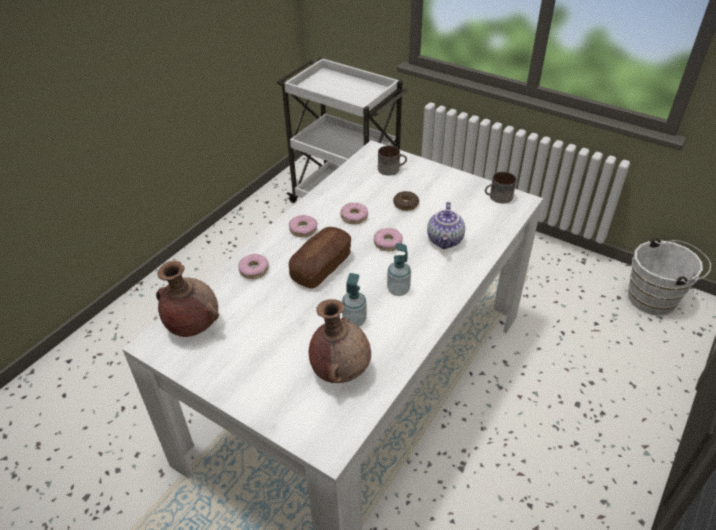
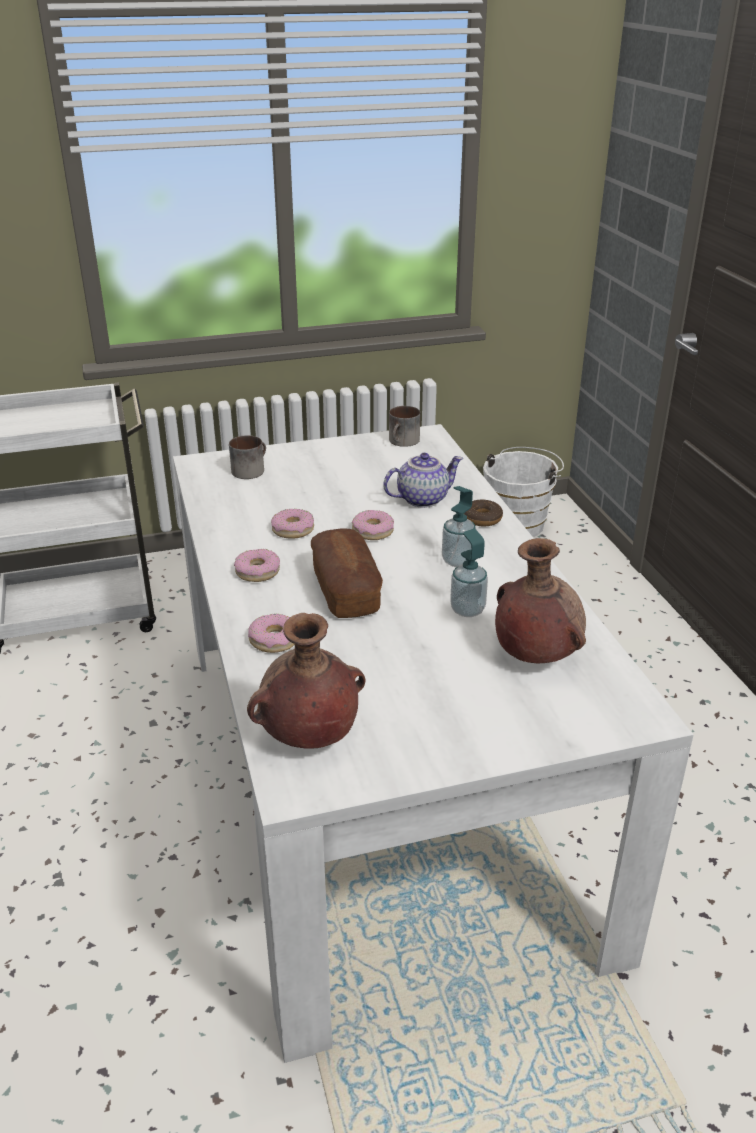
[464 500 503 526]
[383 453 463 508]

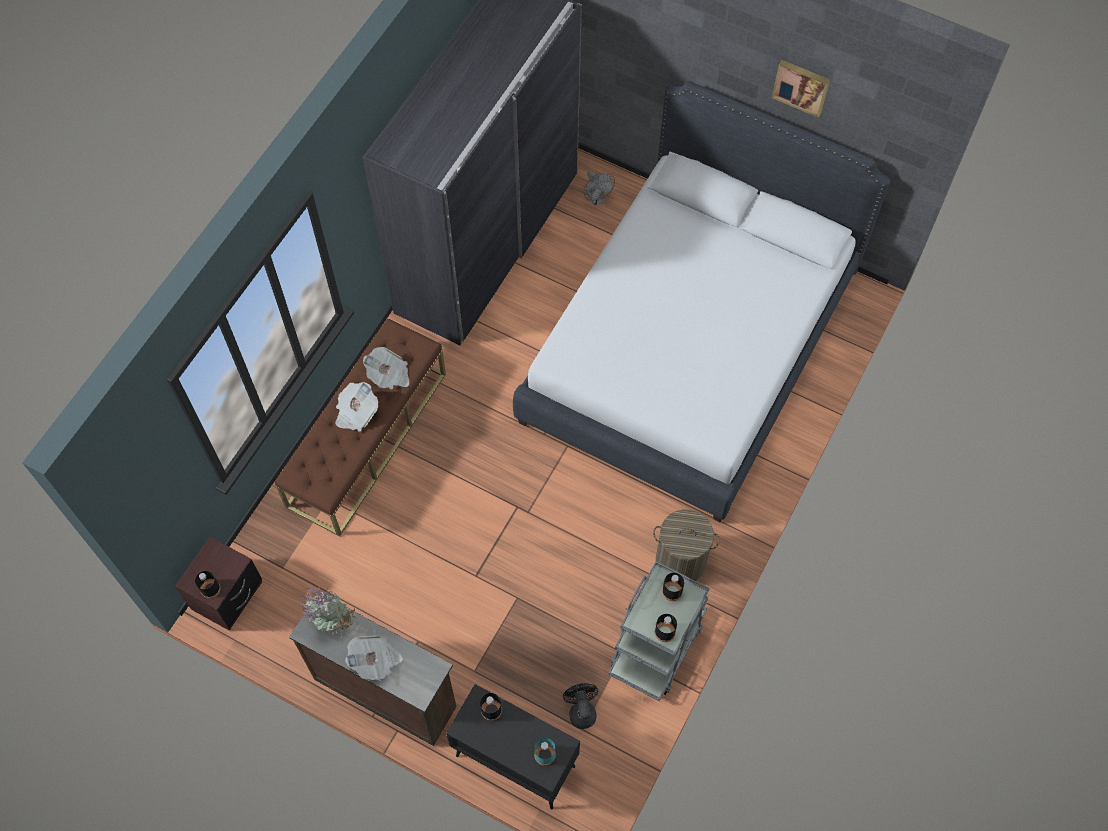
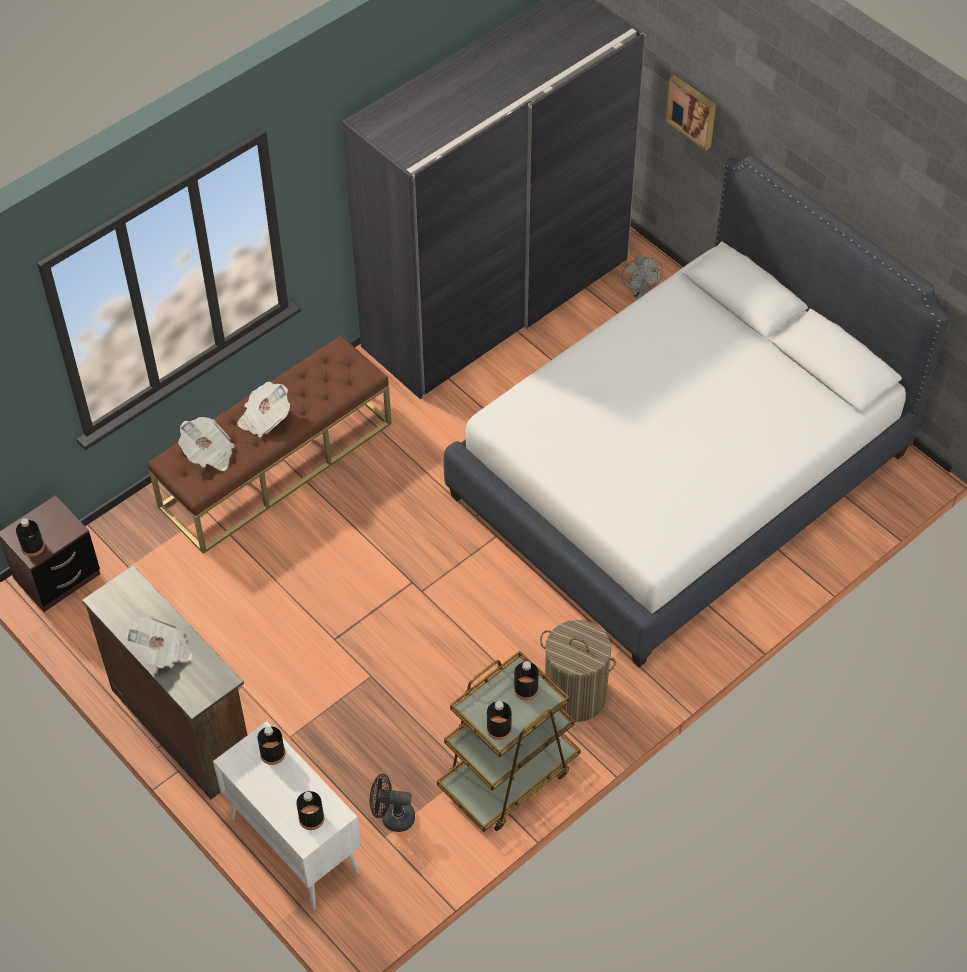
[300 587 356 637] (first image)
[178 417 234 471]
[213 721 361 910]
[296 791 324 830]
[370 774 415 832]
[437 651 581 832]
[666 75 716 150]

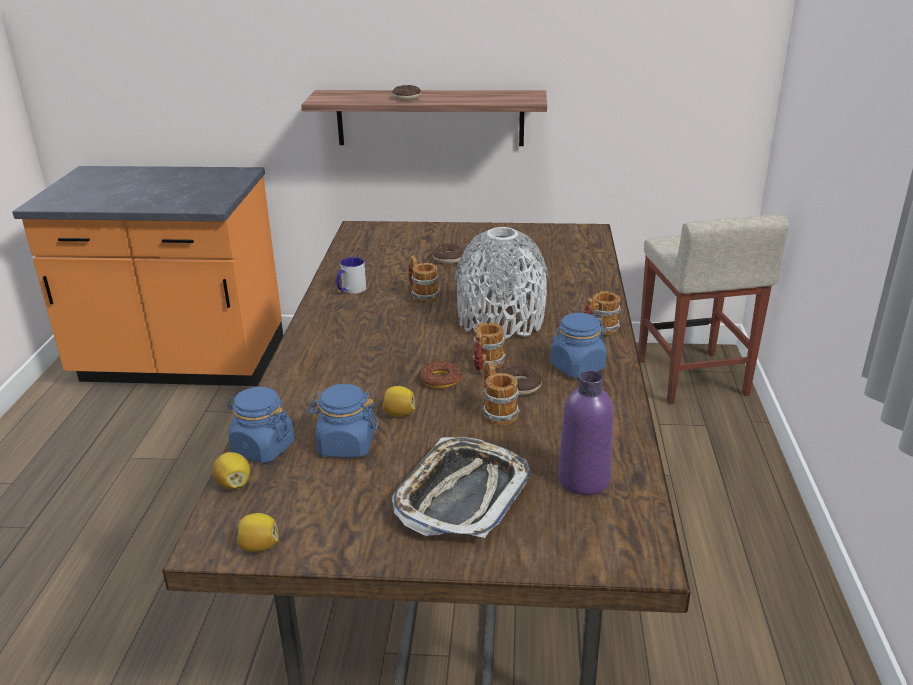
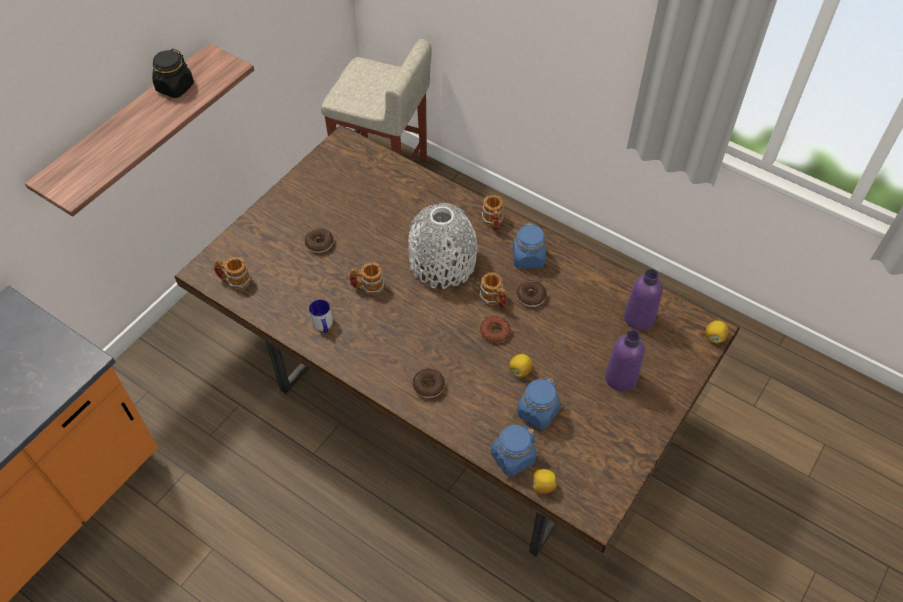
[706 320 729 343]
[413 369 445 398]
[605 330 645 391]
[214 257 251 290]
[152 49 194 98]

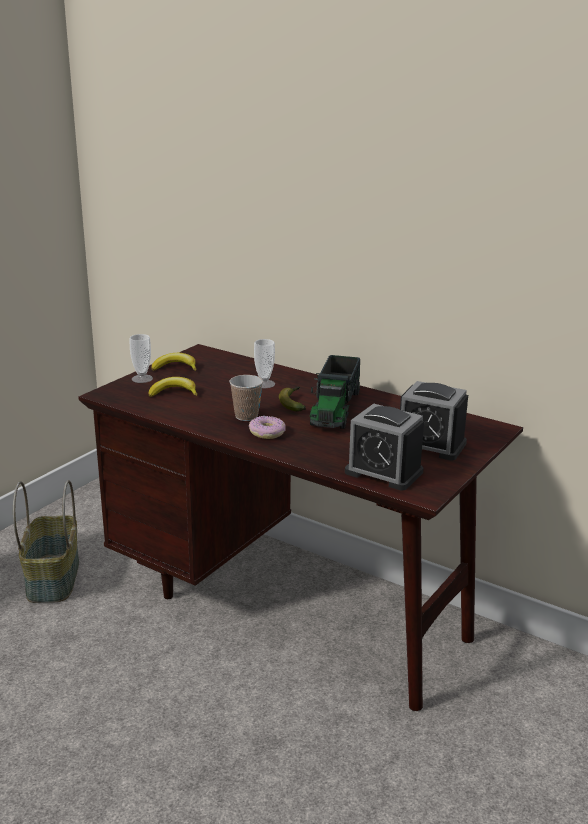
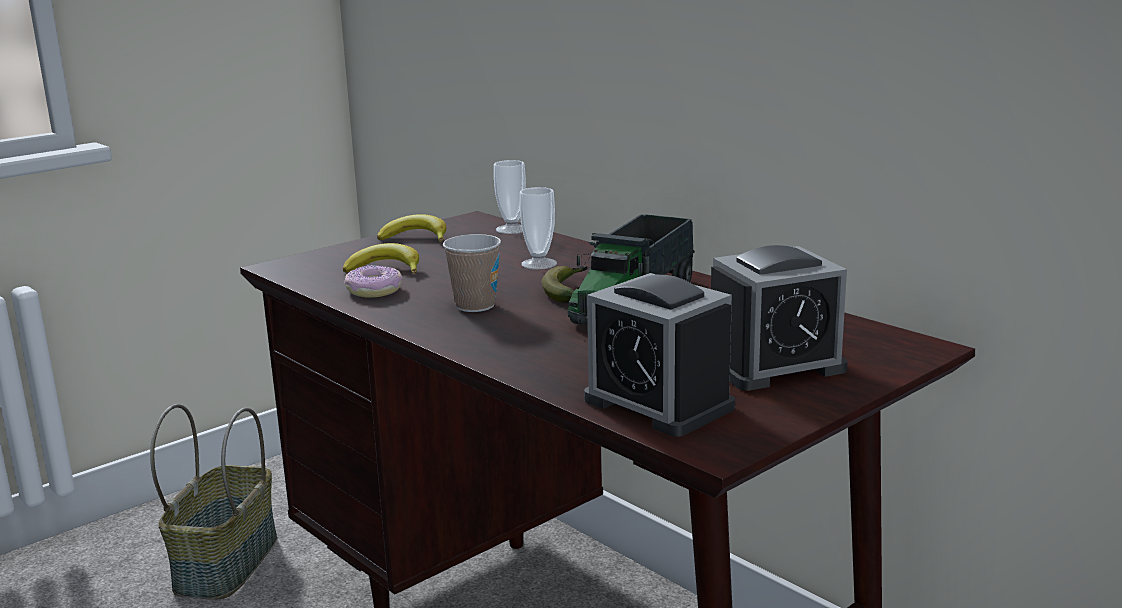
[494 160 526 234]
[344 265 403 298]
[711 245 848 391]

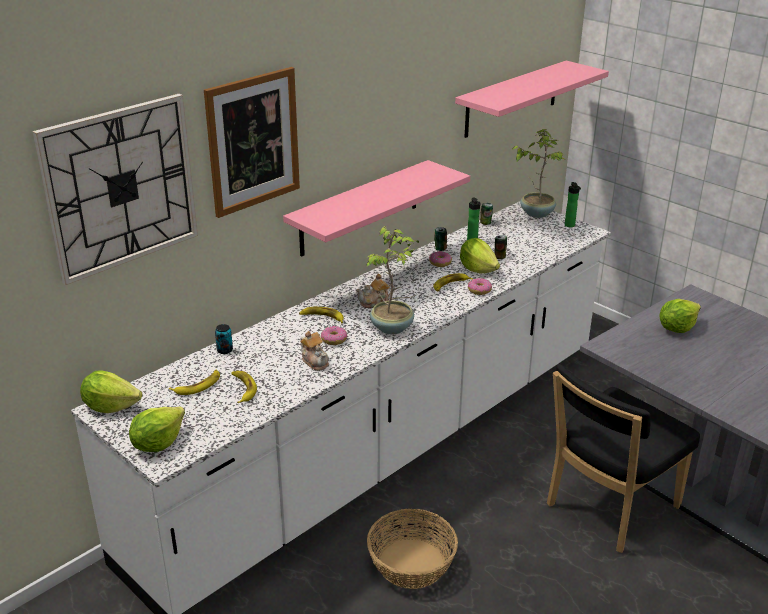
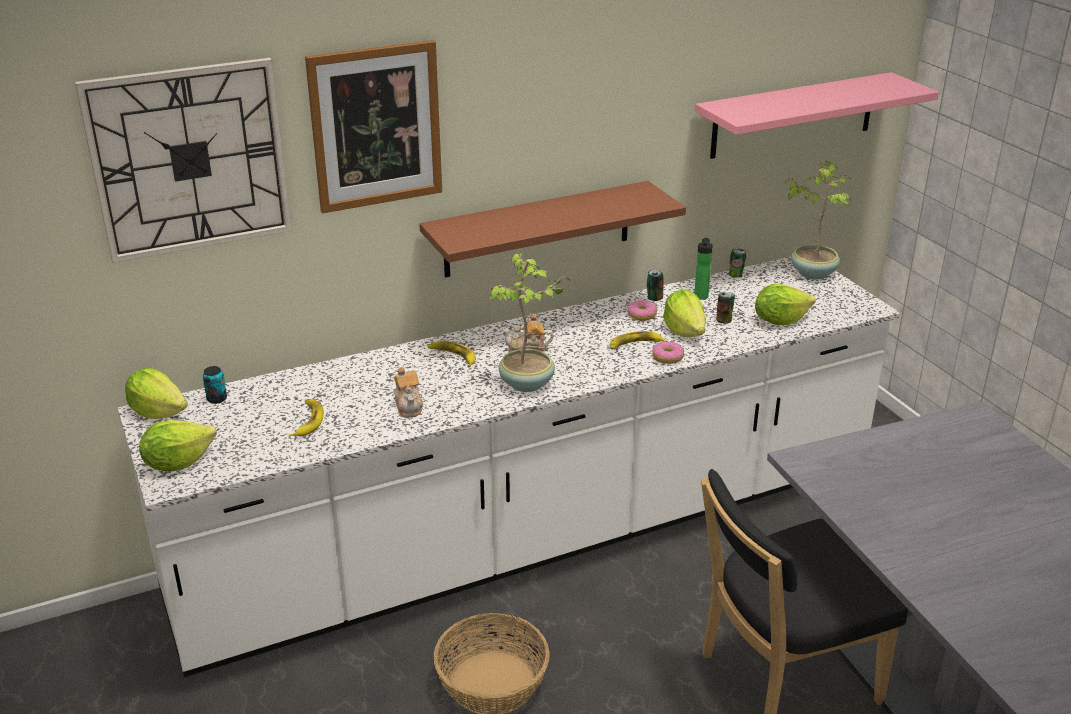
[169 370 220 395] (first image)
[203 366 227 404]
[419 181 686 278]
[321 326 347 345] (first image)
[565 182 581 227] (first image)
[755 284 815 325]

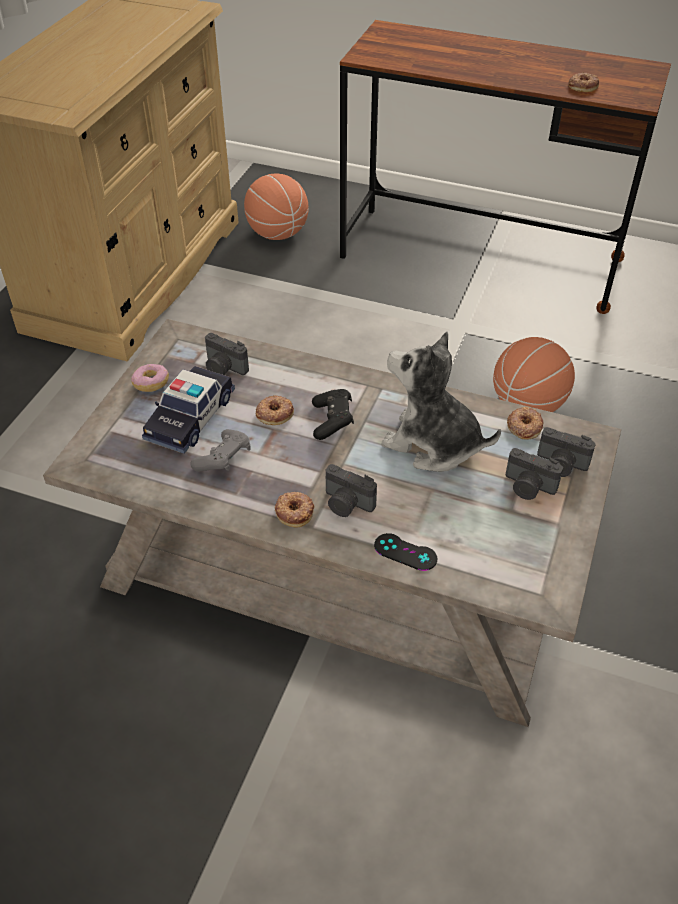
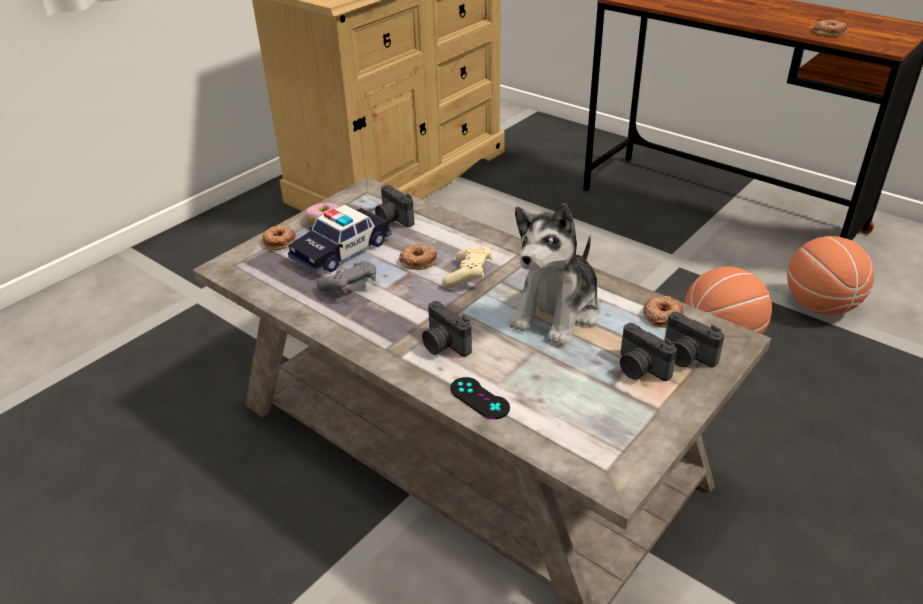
[787 236 874 315]
[262 226 296 250]
[442 246 493 288]
[509 203 601 346]

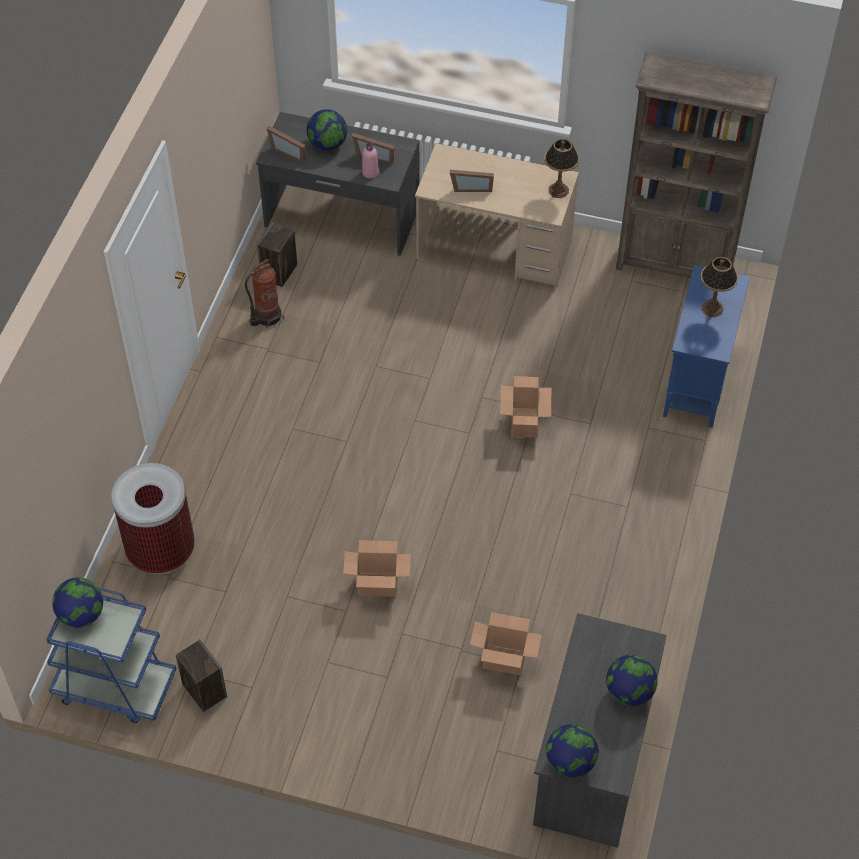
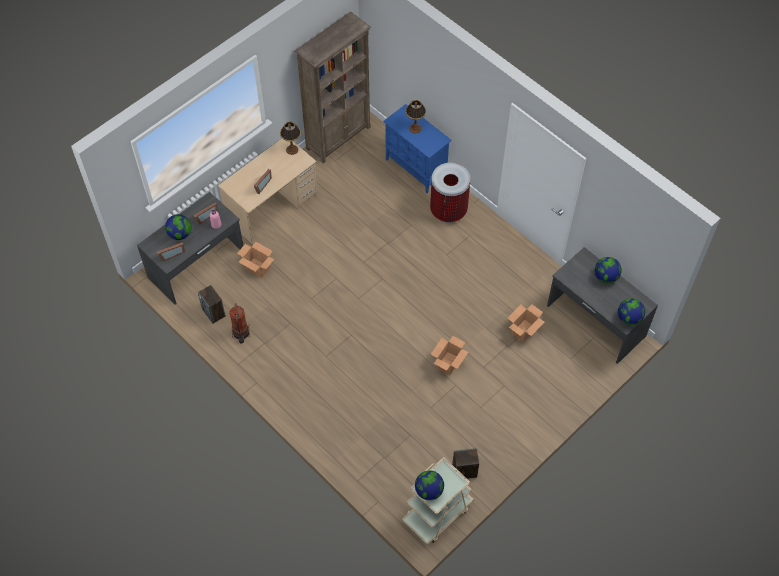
[402 457 474 545]
[430 163 470 223]
[237 242 274 278]

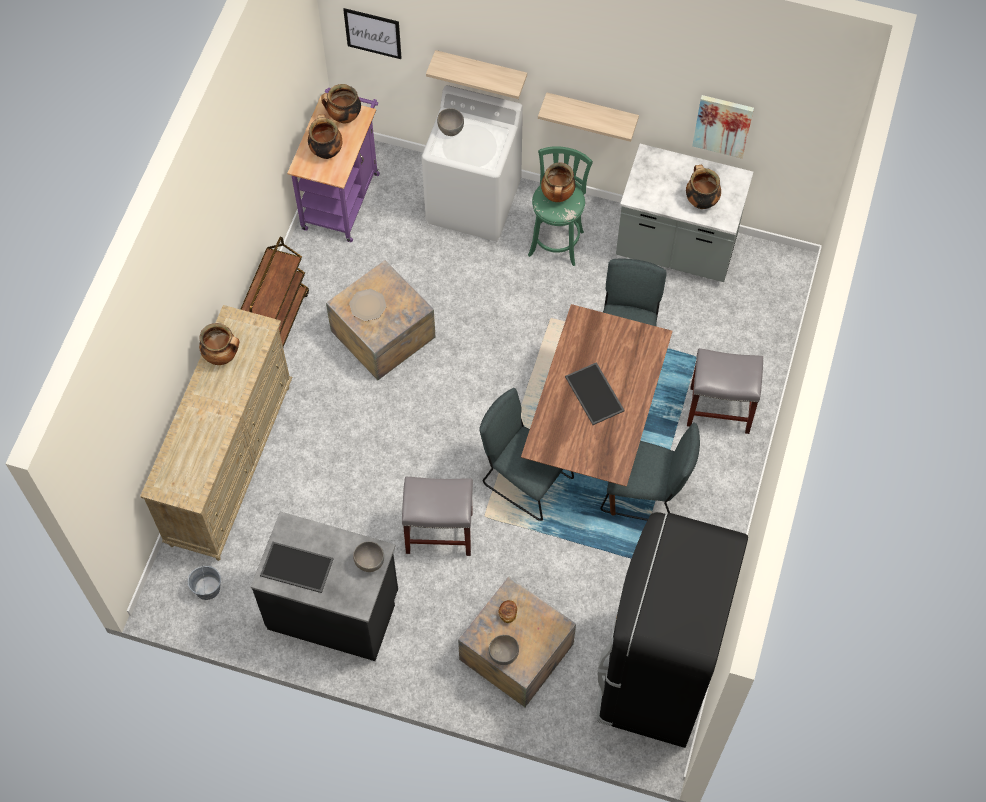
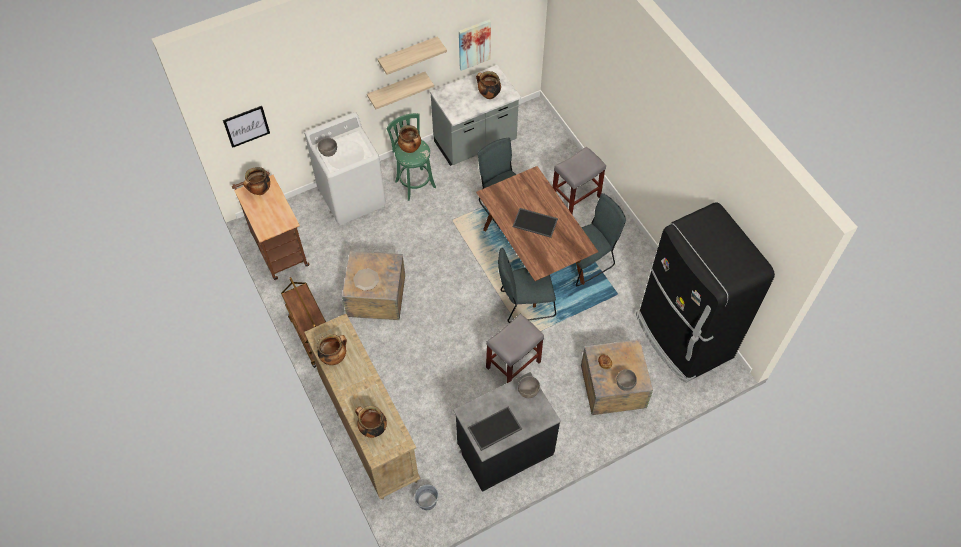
[232 171 310 280]
[355 406 387 438]
[378 36 447 75]

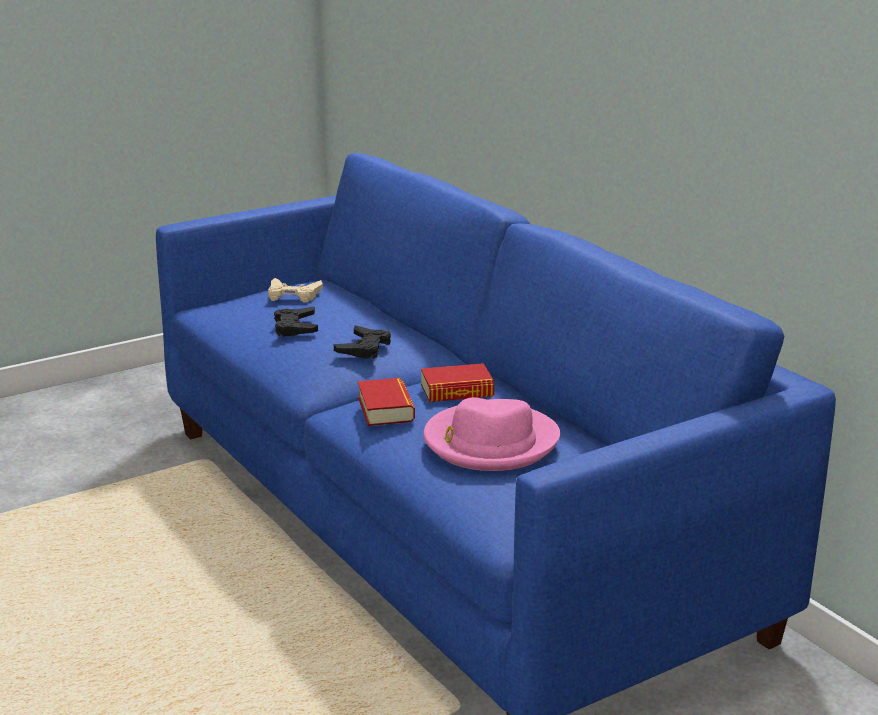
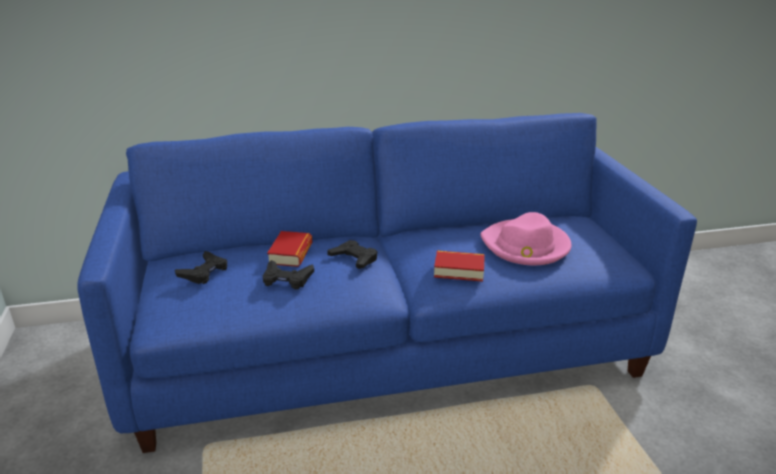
[175 251 227 284]
[267 231 312 267]

